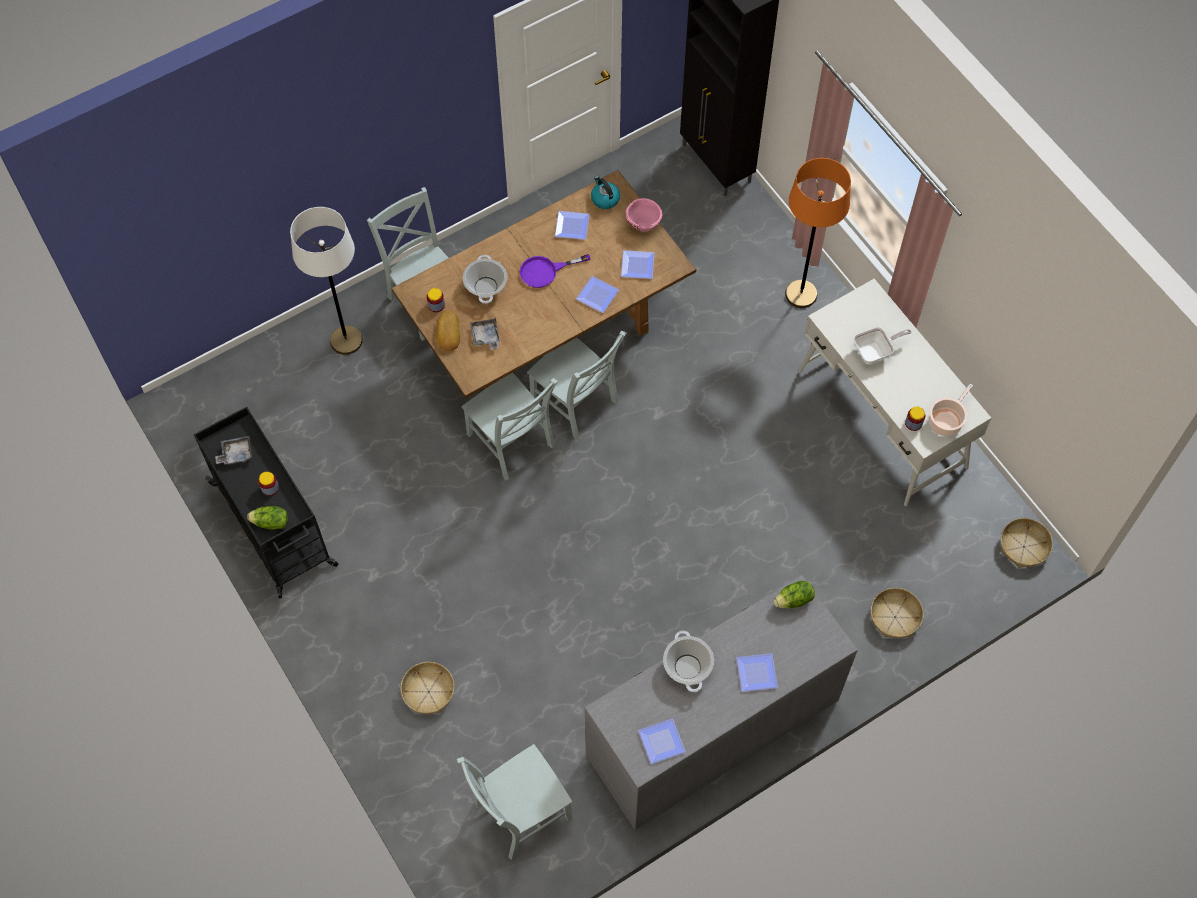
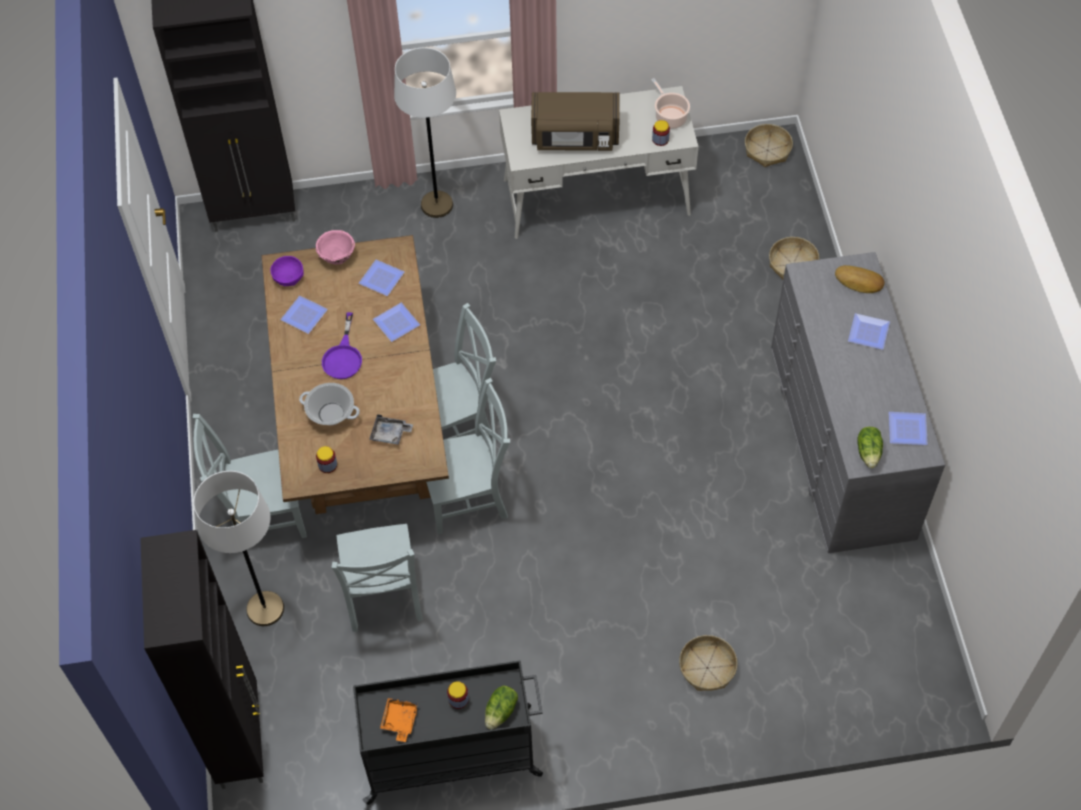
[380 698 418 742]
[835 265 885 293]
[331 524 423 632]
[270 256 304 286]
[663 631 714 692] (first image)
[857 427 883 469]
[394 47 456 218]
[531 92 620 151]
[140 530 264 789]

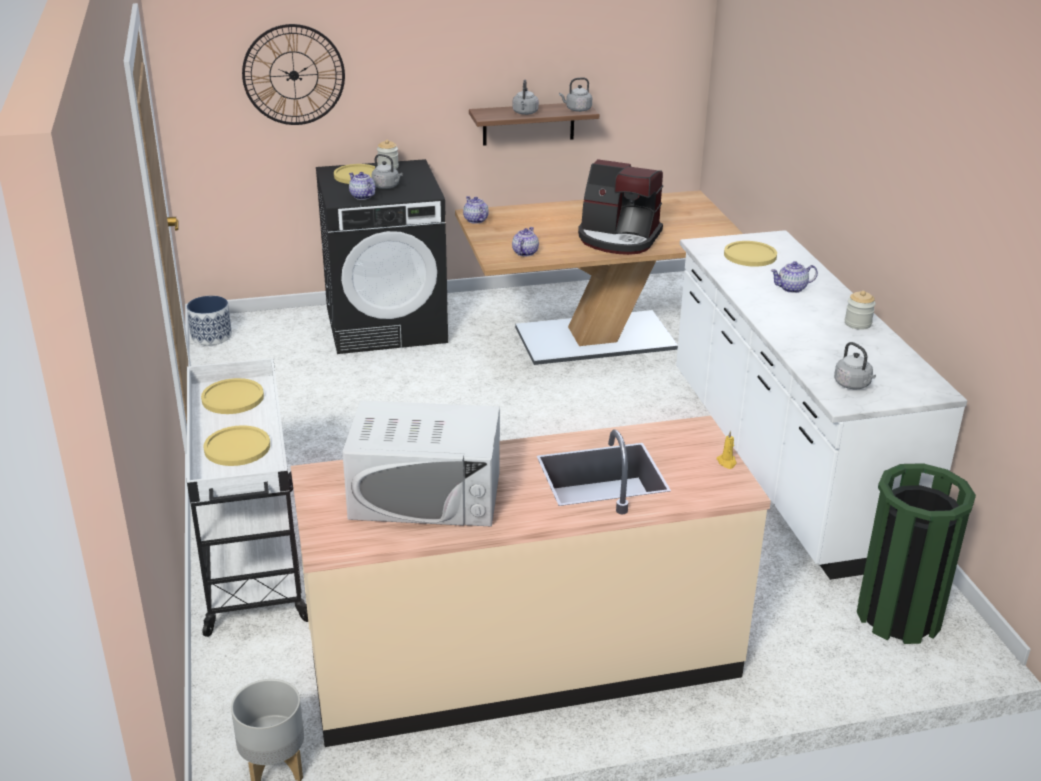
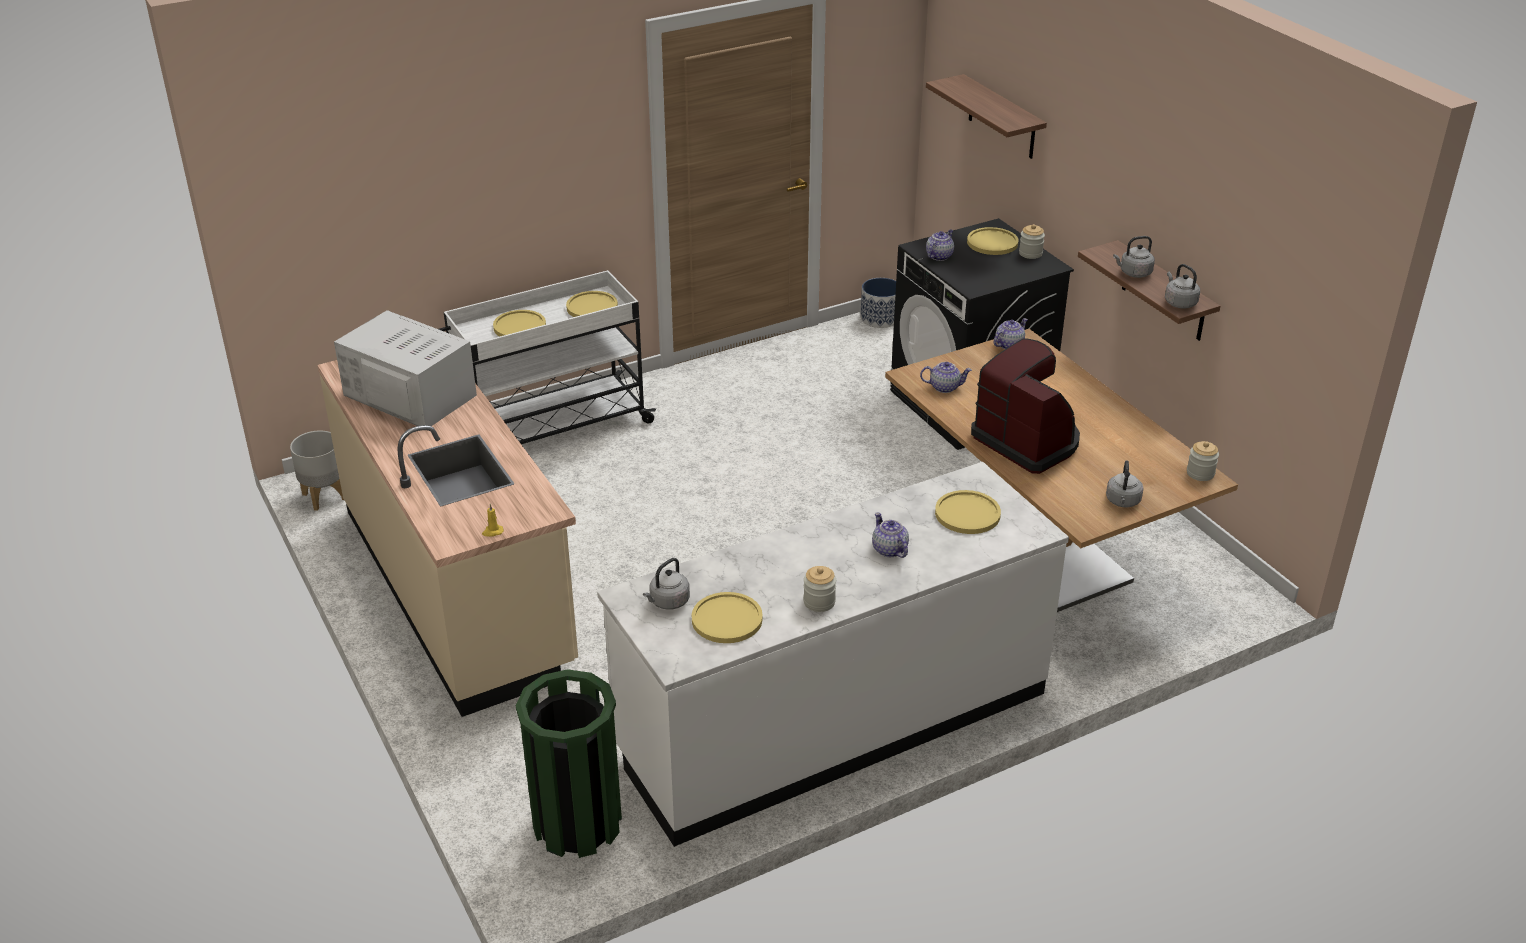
[926 74 1047 159]
[334 310 477 426]
[1106 461 1143 507]
[971 339 1080 474]
[692 592 763 643]
[1187 441 1219 481]

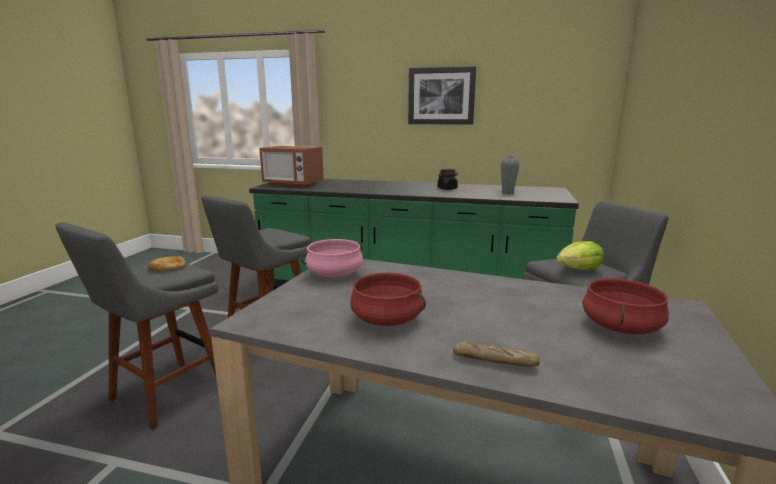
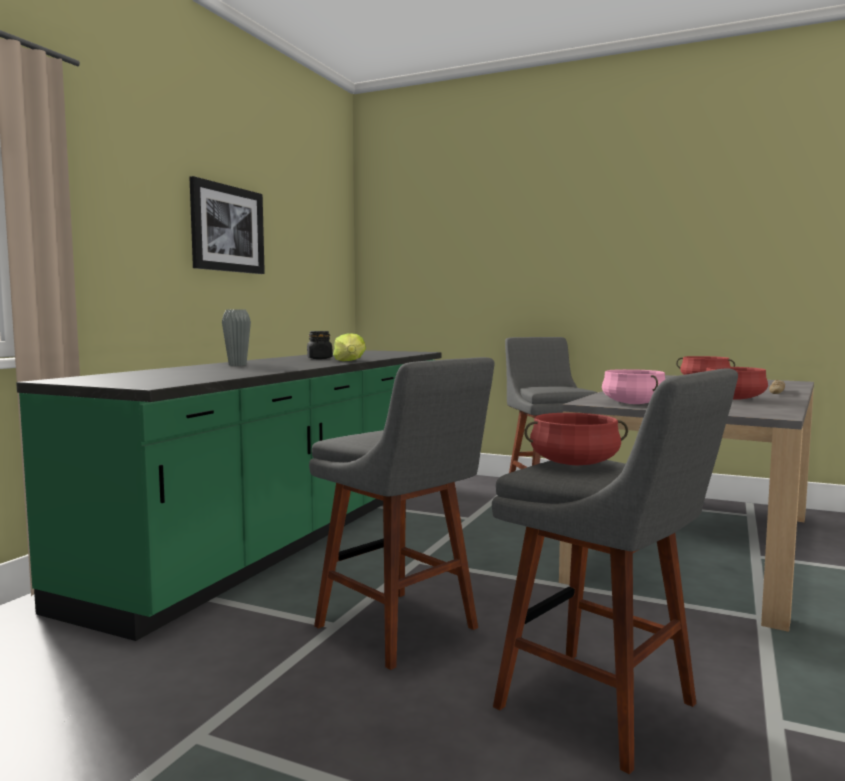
[524 413 628 465]
[259 146 324 187] (first image)
[222 309 251 366]
[333 333 366 361]

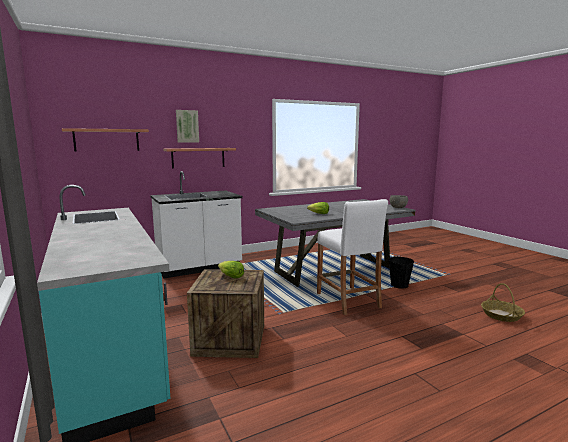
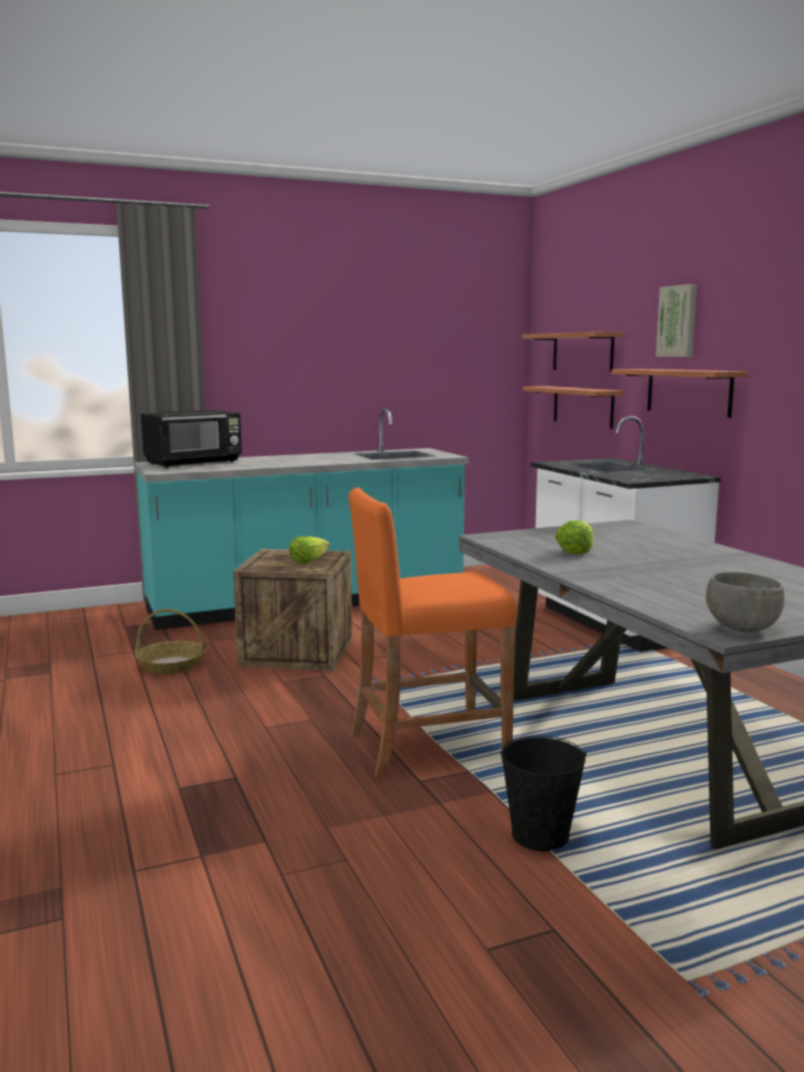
[349 488 517 779]
[135 609 206 674]
[141 410 242 468]
[523 386 623 429]

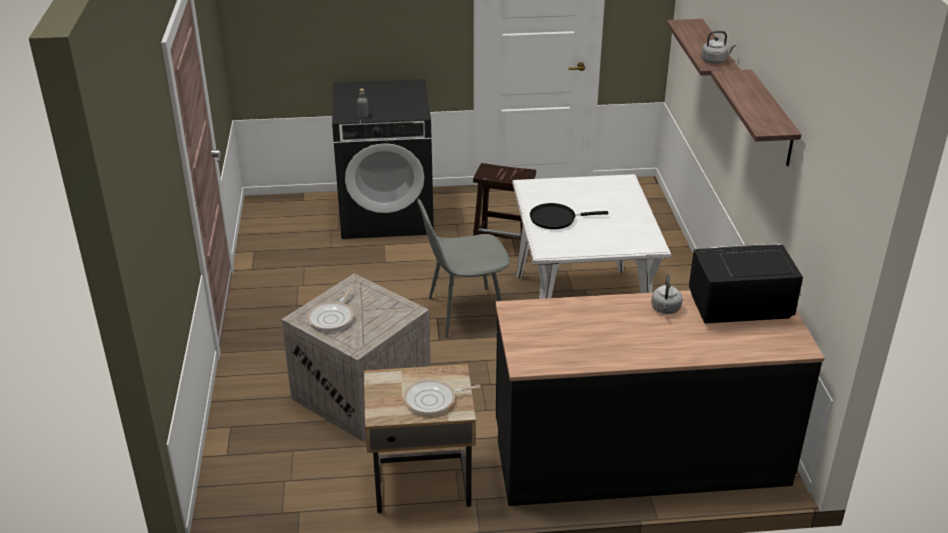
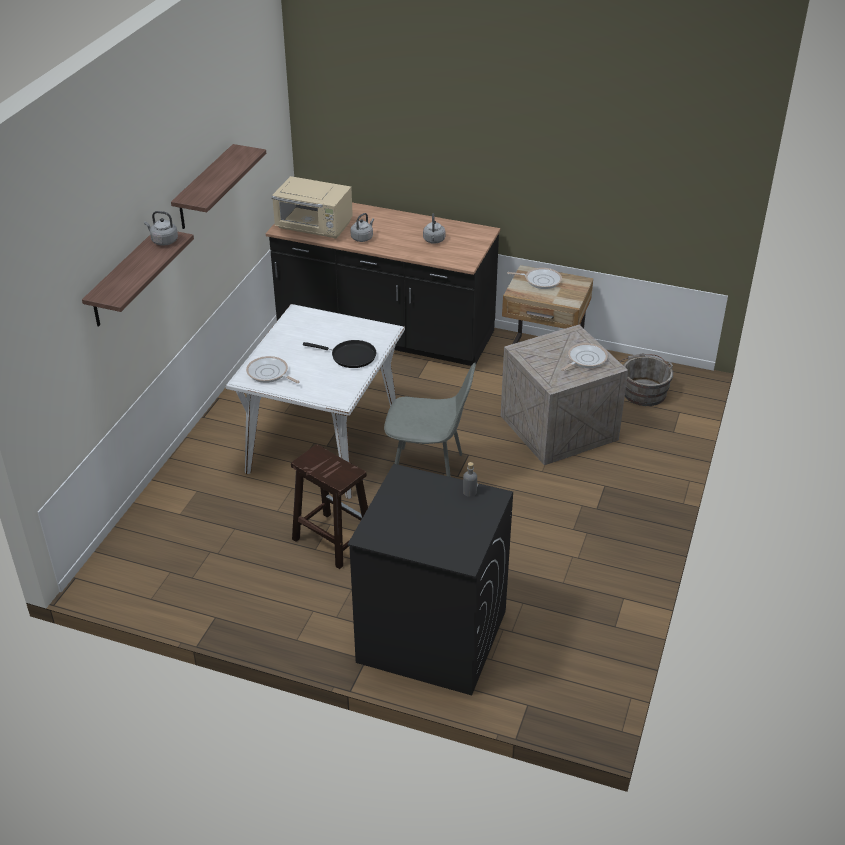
[272 176 353 239]
[246 356 300 383]
[423 214 445 244]
[620 353 673 406]

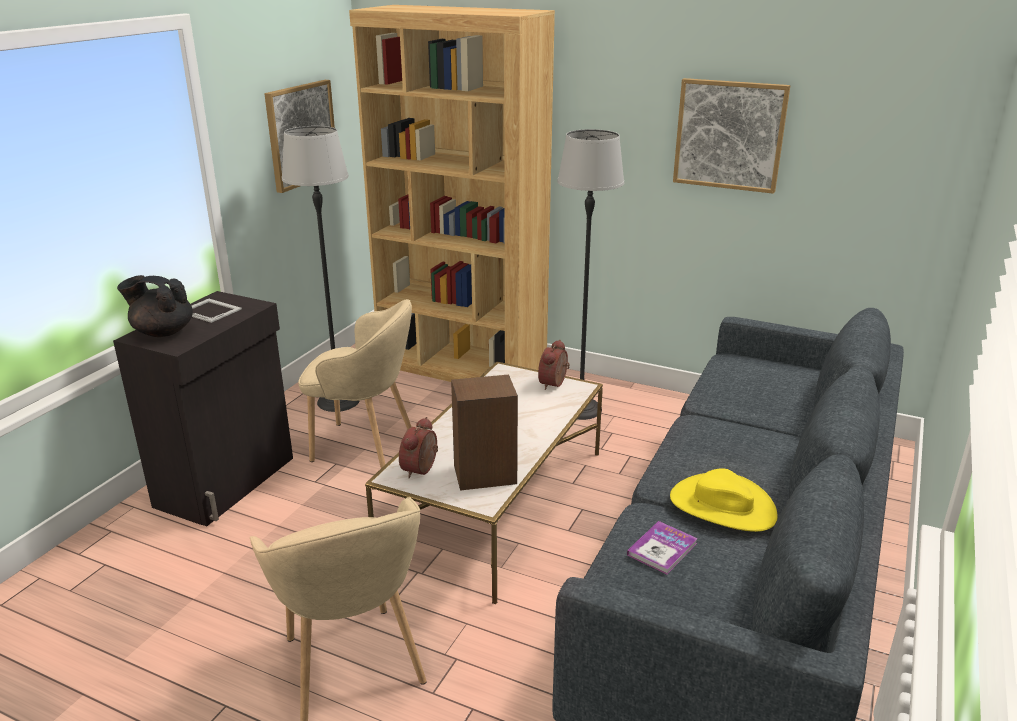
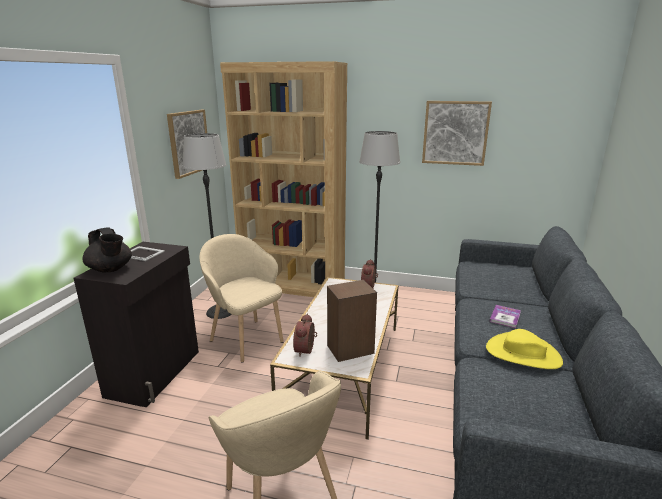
[82 227 132 273]
[199 234 284 363]
[490 305 521 328]

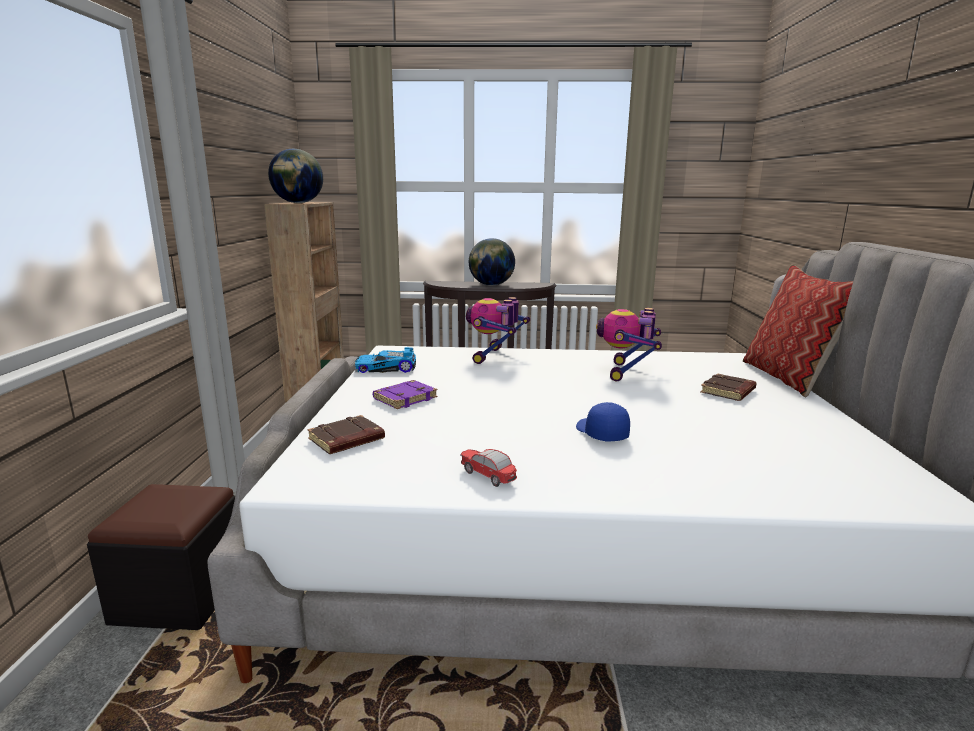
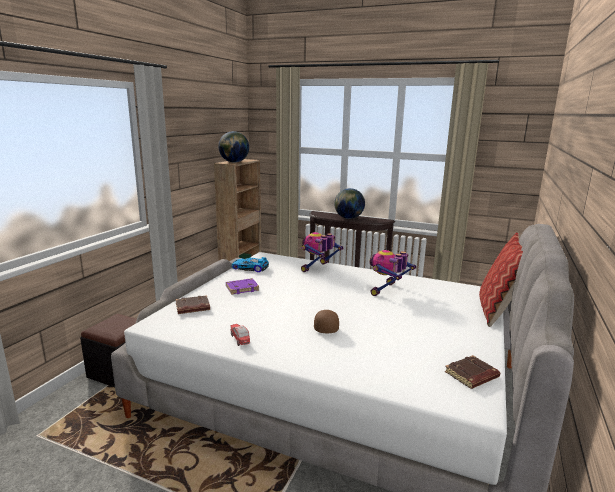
[314 310 339 333]
[445 355 500 389]

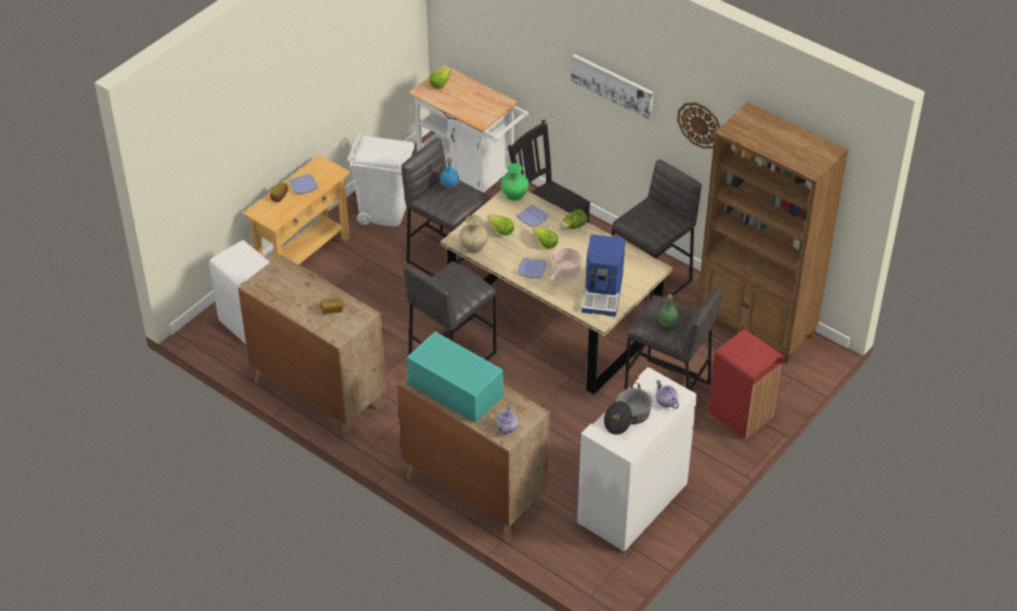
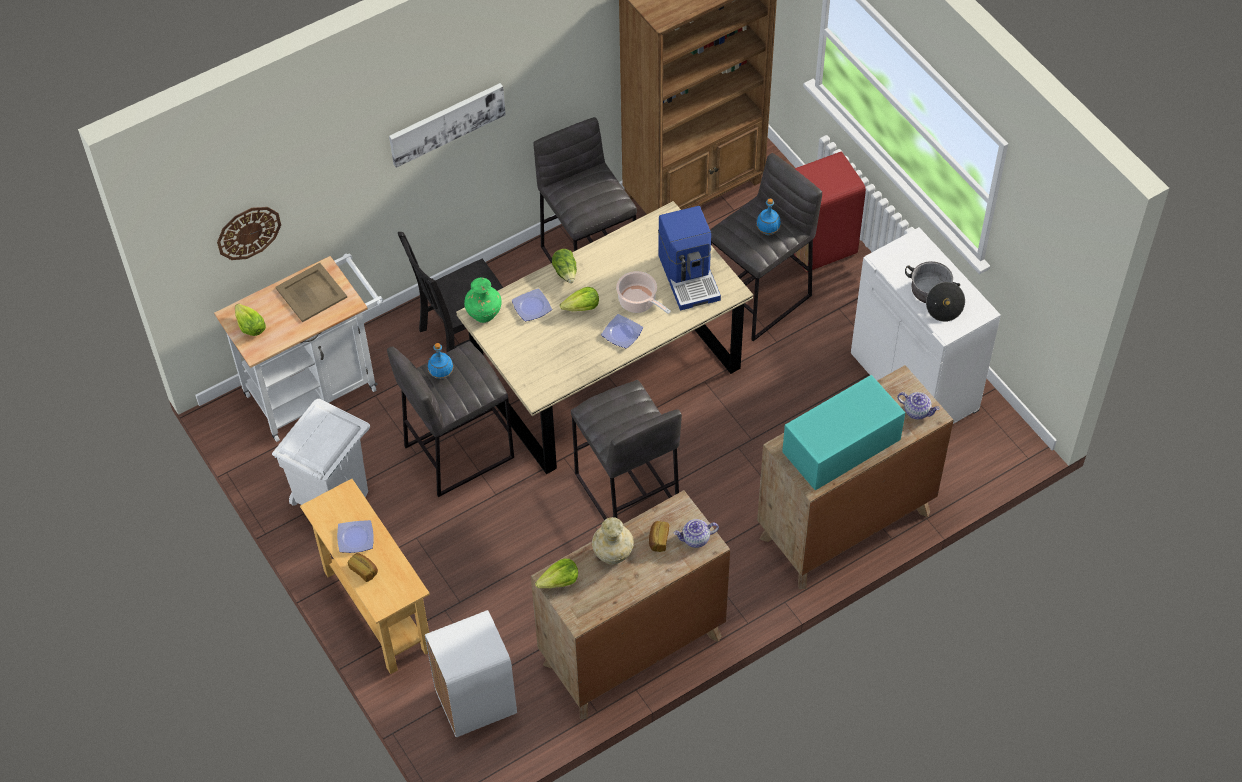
[592 517 634 565]
[535 559 578 588]
[658 206 721 311]
[674 519 719 548]
[756 198 781 235]
[217 207 281 260]
[275 263 347 322]

